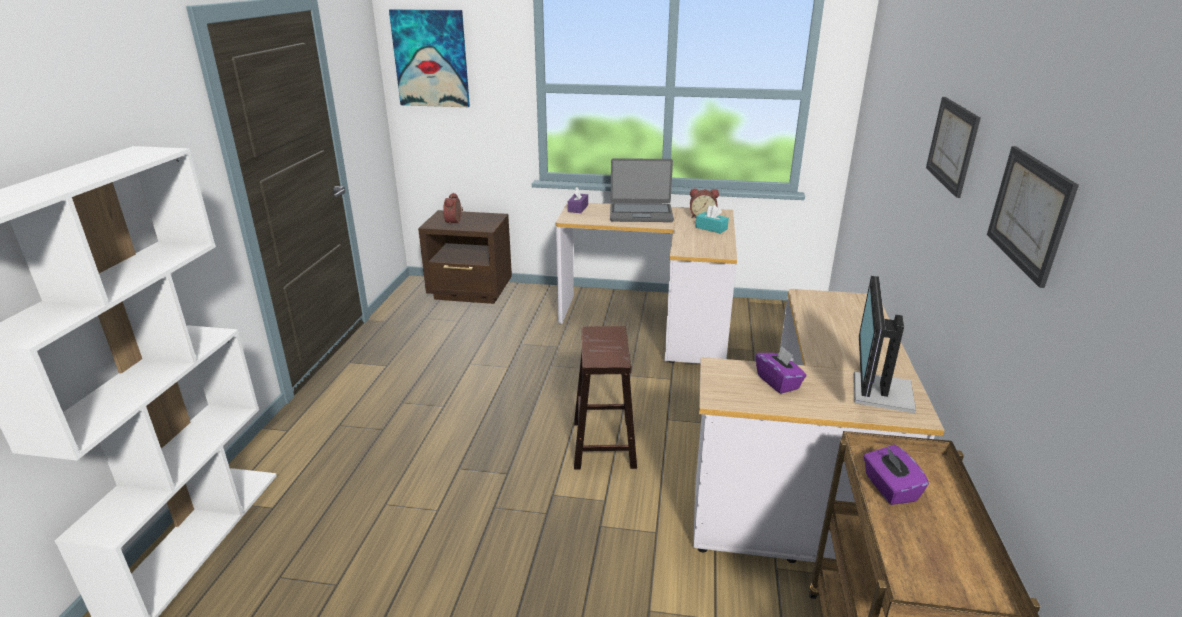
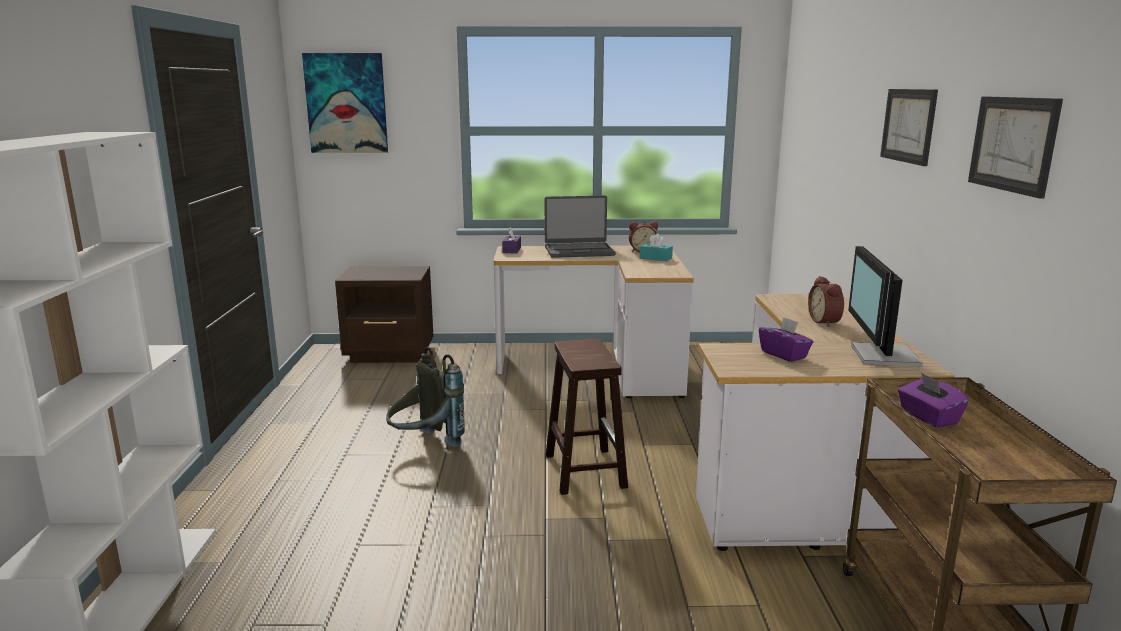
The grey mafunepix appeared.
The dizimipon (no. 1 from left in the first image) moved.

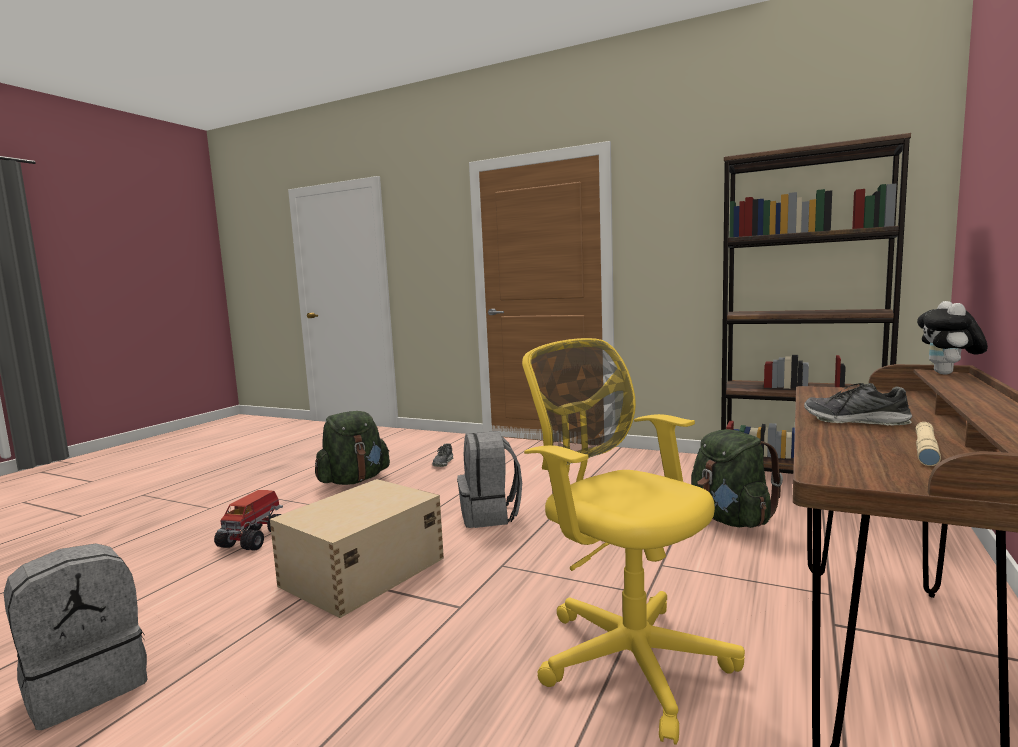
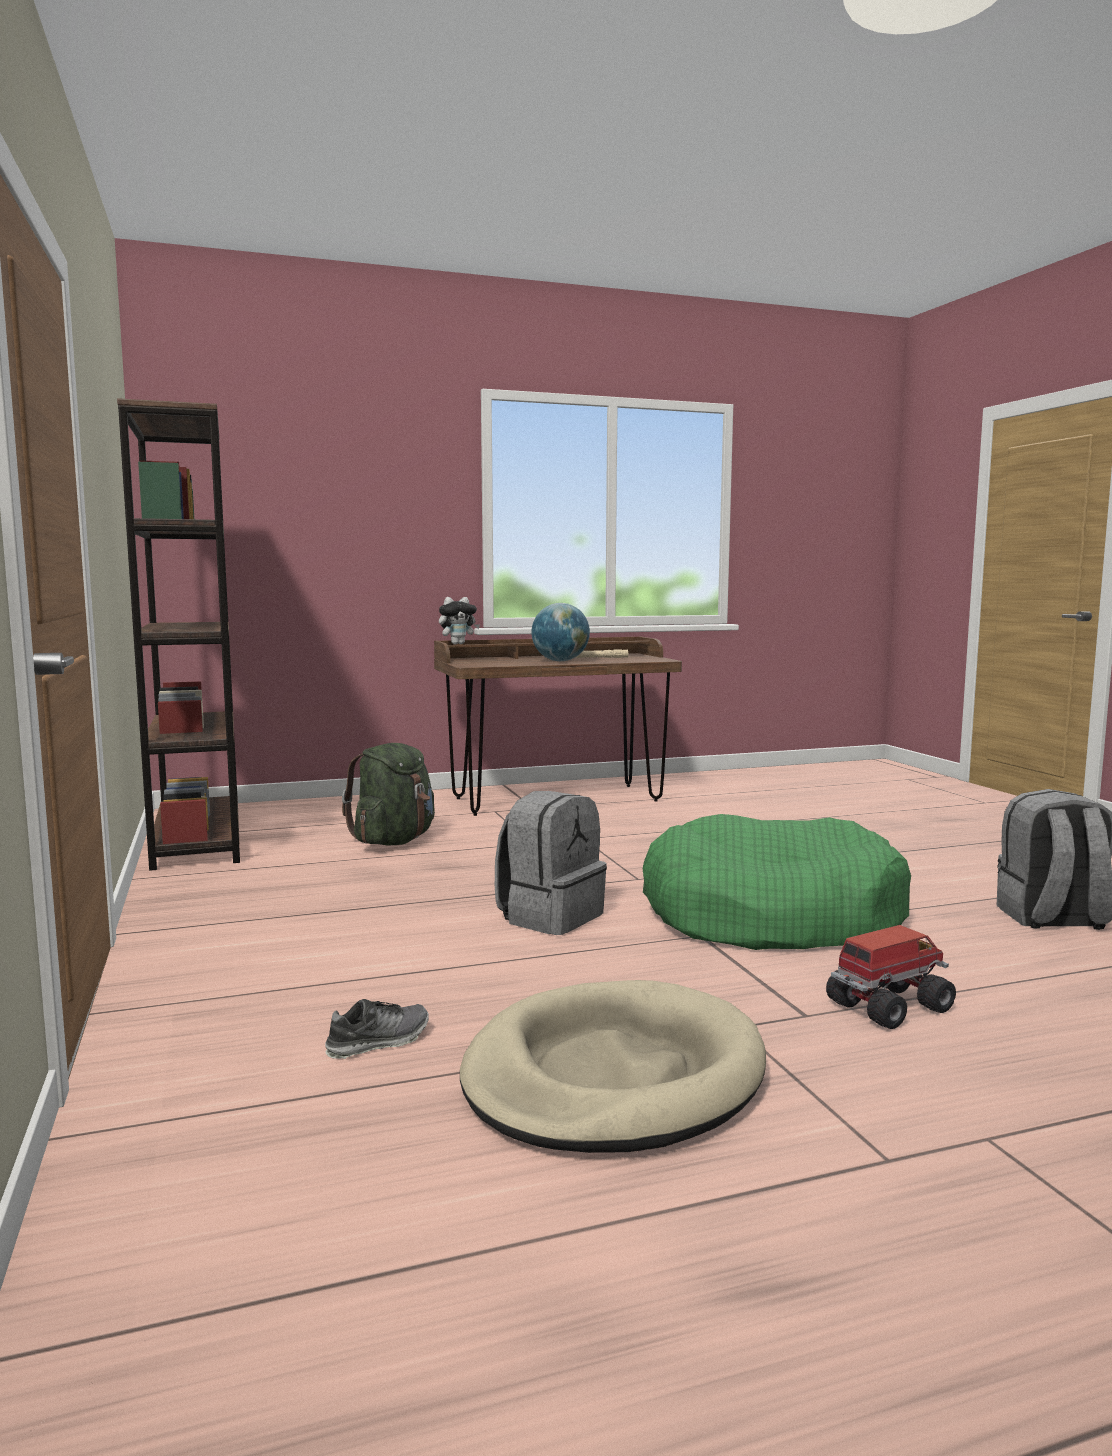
The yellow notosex disappeared.
The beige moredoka was replaced by the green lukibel.
The green mafunepix (no. 1 from left) was replaced by the beige lukibel.
The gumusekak (no. 2 from left) was replaced by the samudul.

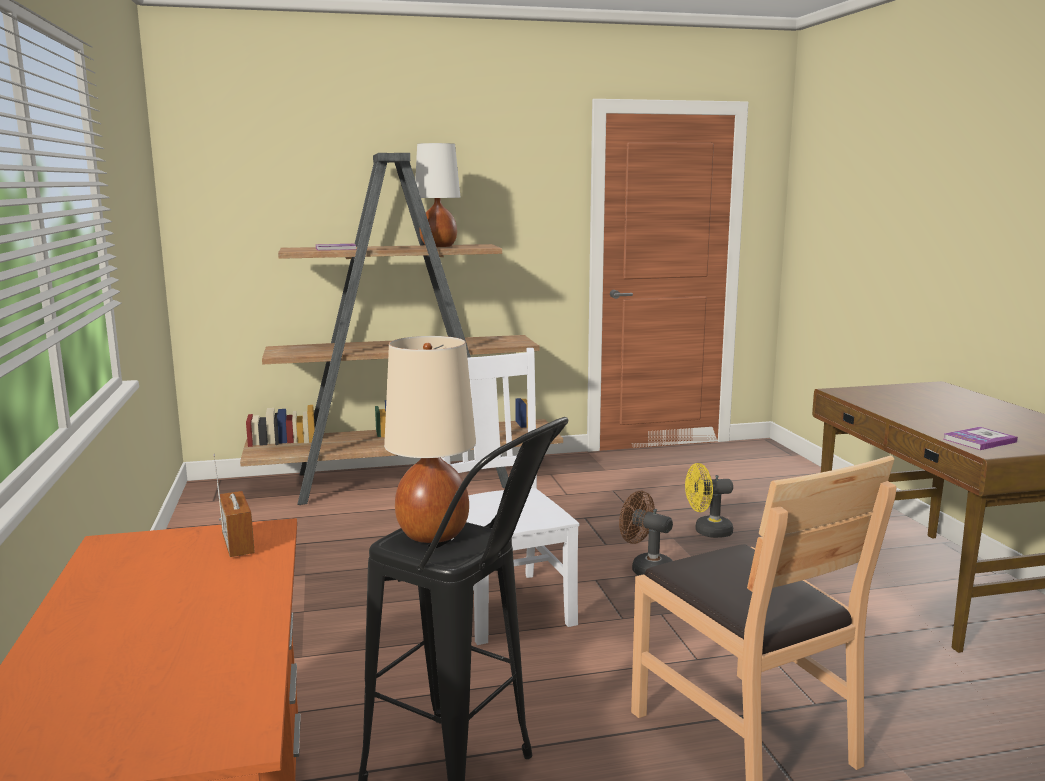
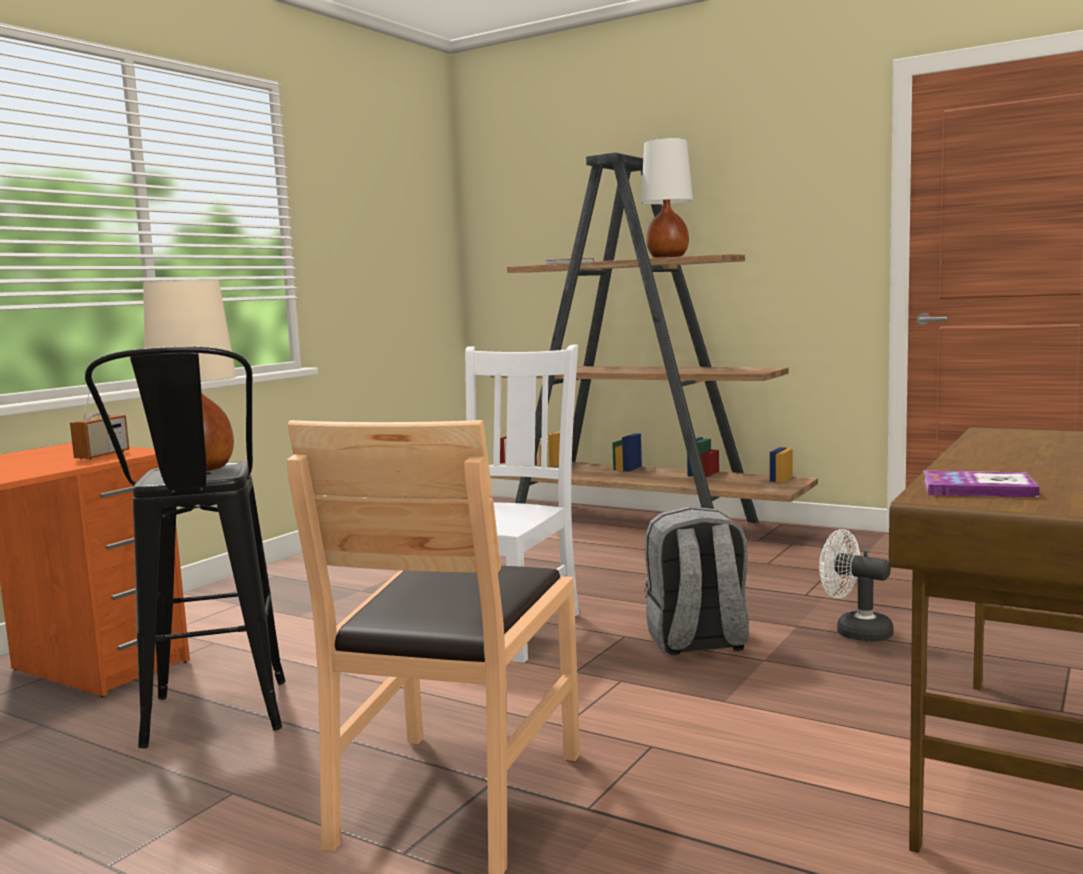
The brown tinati was replaced by the grey mafunepix.
The yellow tinati became the white tinati.

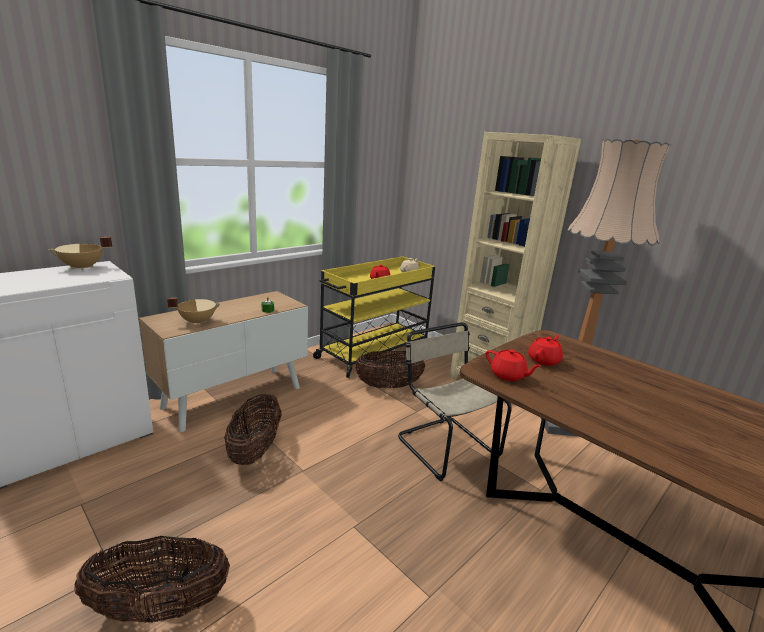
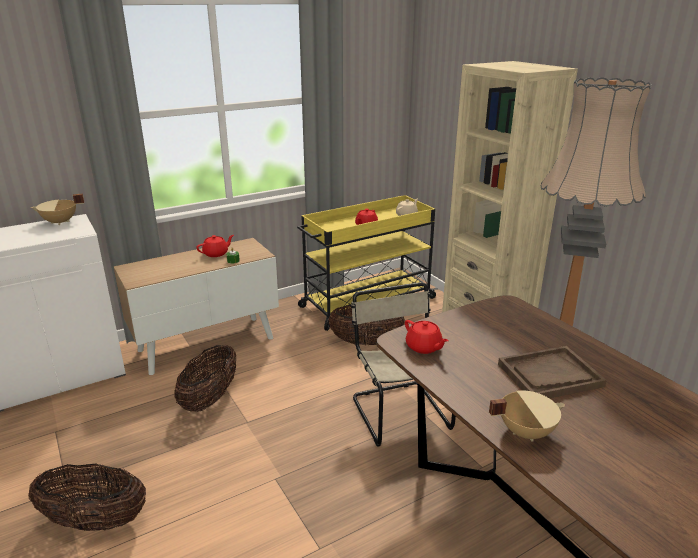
The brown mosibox appeared.
The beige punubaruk (no. 2 from left) moved.
The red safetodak (no. 3 from left in the first image) moved.

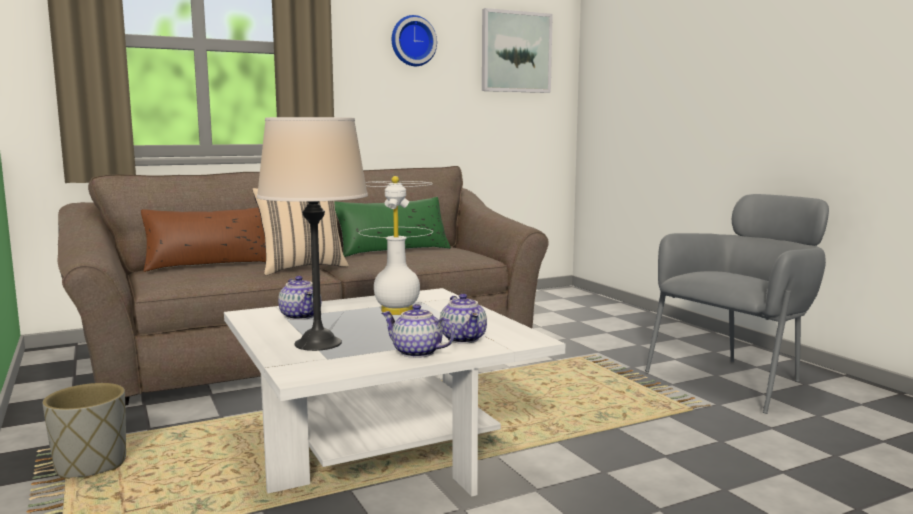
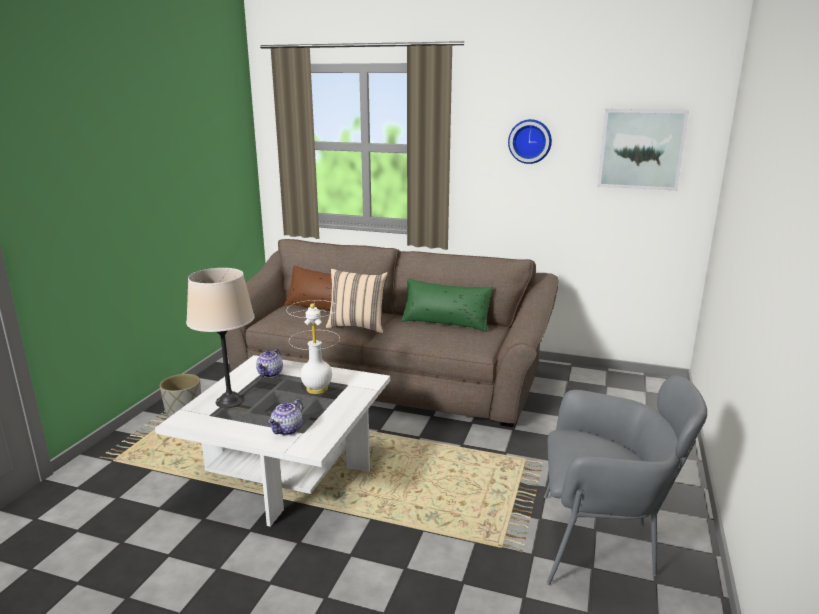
The safetodak (no. 2 from left) disappeared.

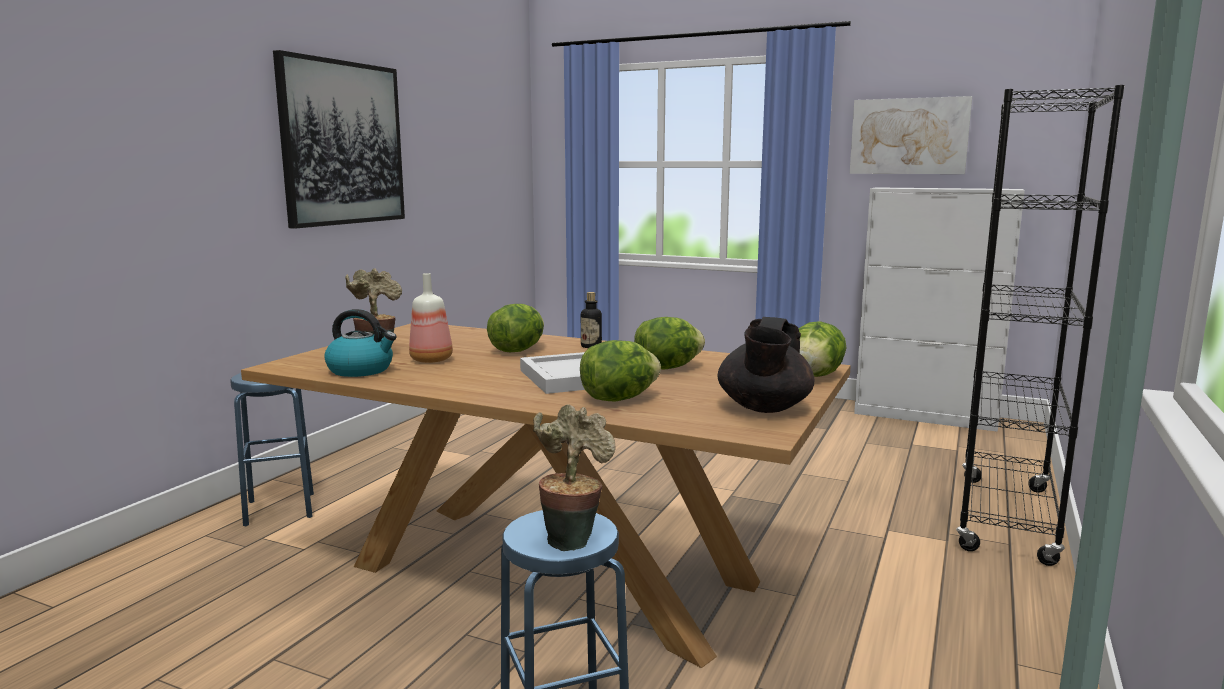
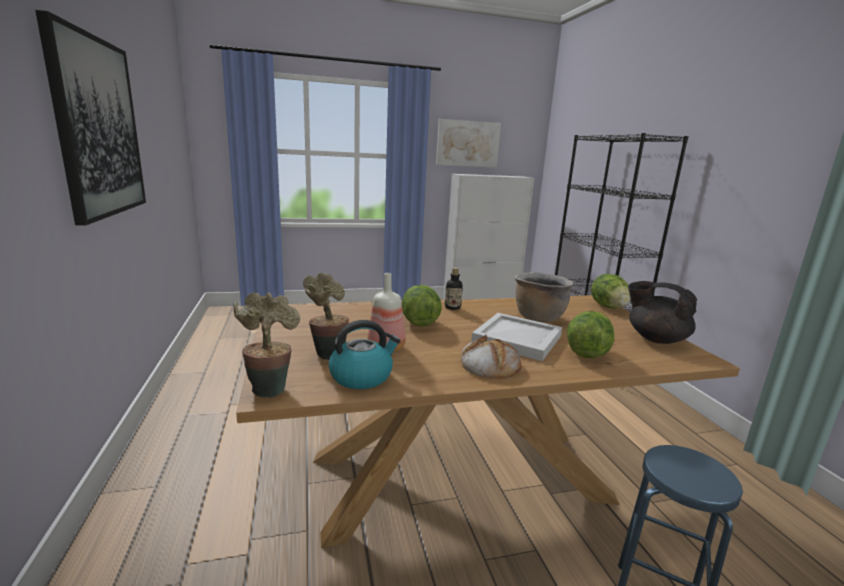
The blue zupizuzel (no. 1 from left) disappeared.
The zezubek appeared.
The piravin (no. 2 from left in the first image) moved.
The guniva (no. 3 from left) was replaced by the brown punubaruk.
The black safetodak turned 150 degrees clockwise.

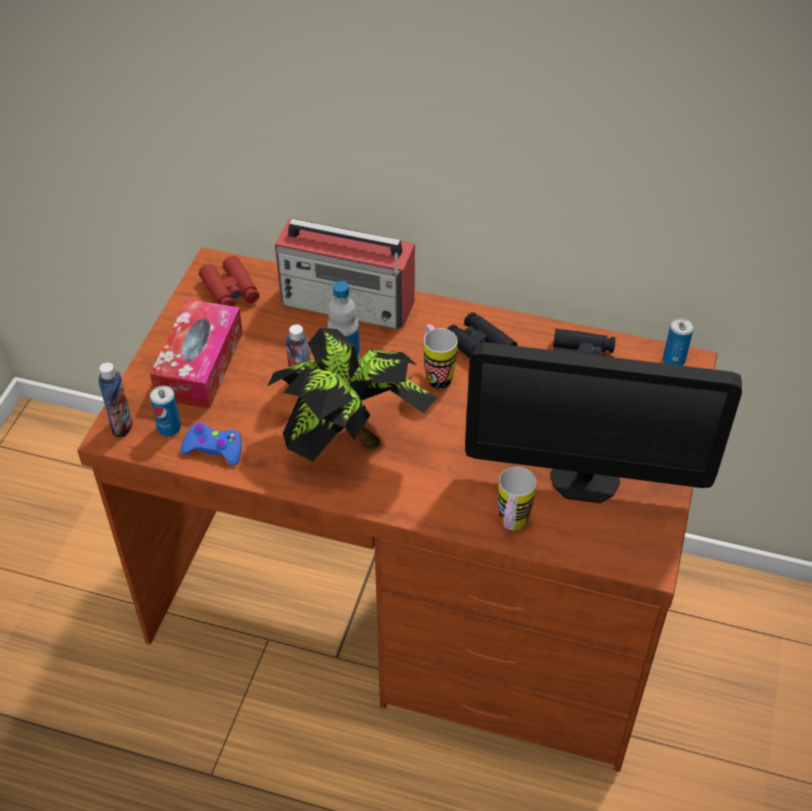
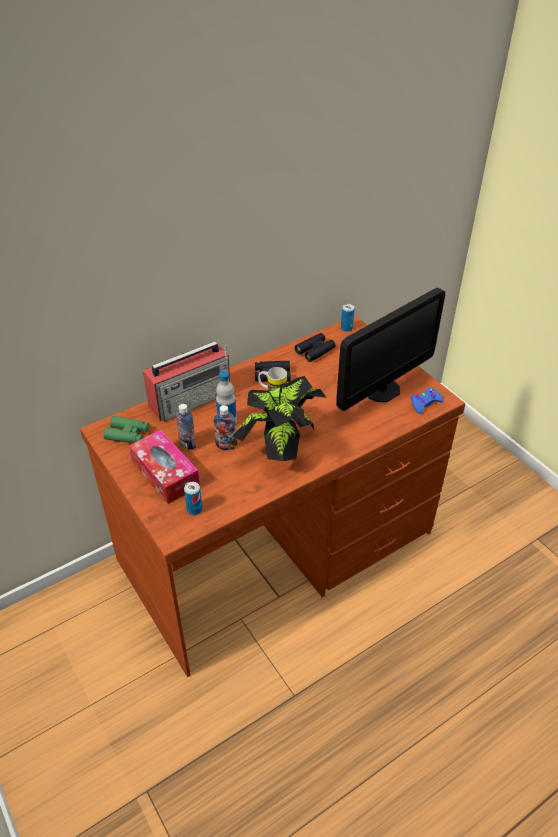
The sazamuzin (no. 2 from left) disappeared.
The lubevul (no. 1 from left) moved.
The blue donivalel moved.
The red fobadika became the green fobadika.

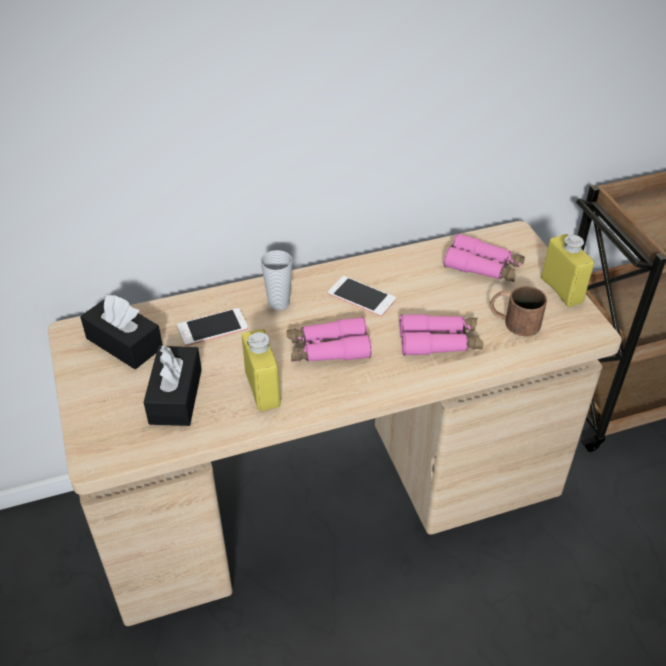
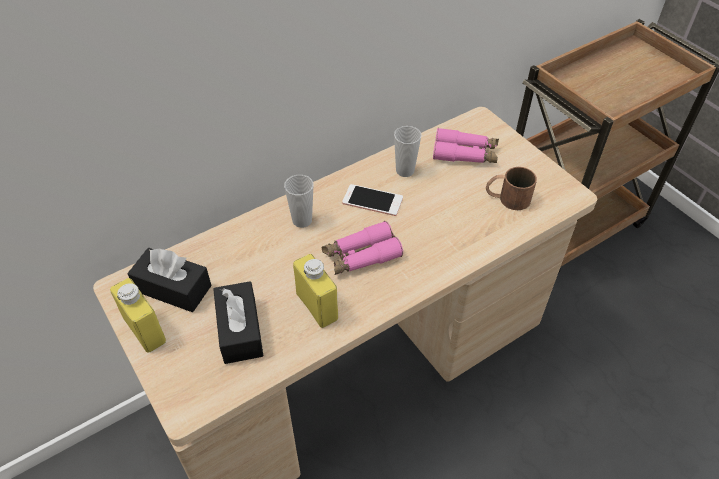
The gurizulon (no. 1 from left) disappeared.
The pink fobadika (no. 2 from left) disappeared.
The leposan (no. 2 from left) appeared.
The yellow lubevul (no. 2 from left in the first image) moved.

